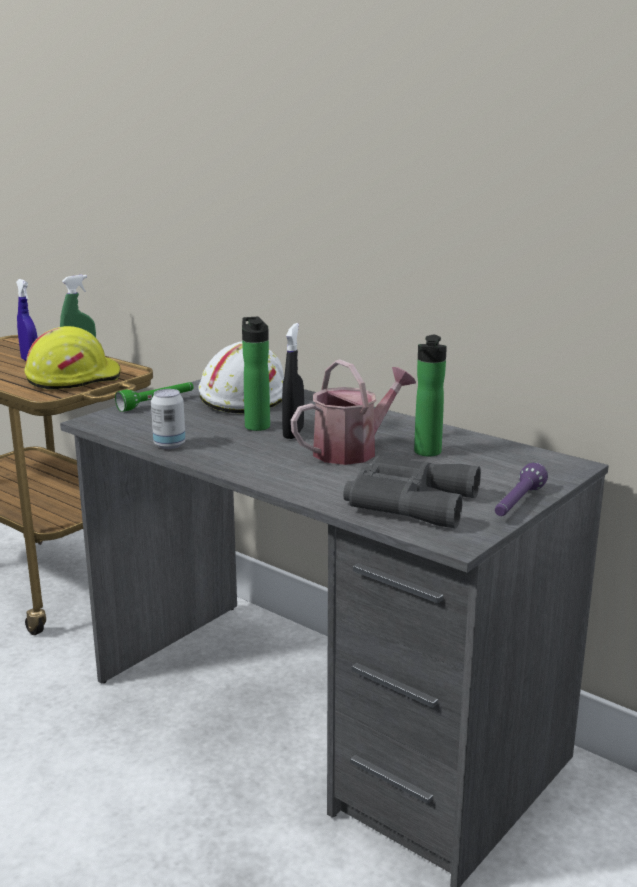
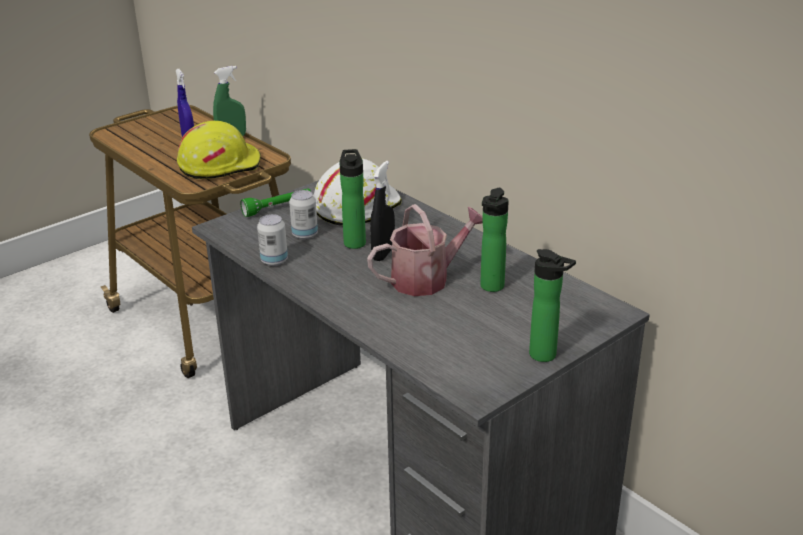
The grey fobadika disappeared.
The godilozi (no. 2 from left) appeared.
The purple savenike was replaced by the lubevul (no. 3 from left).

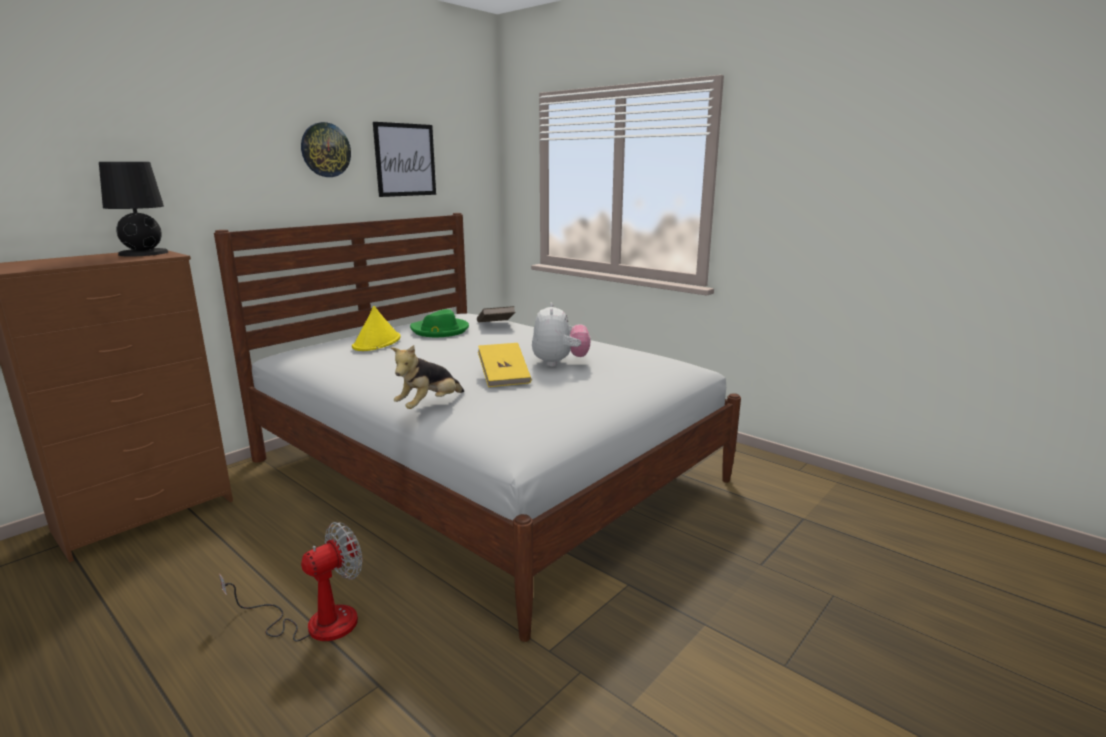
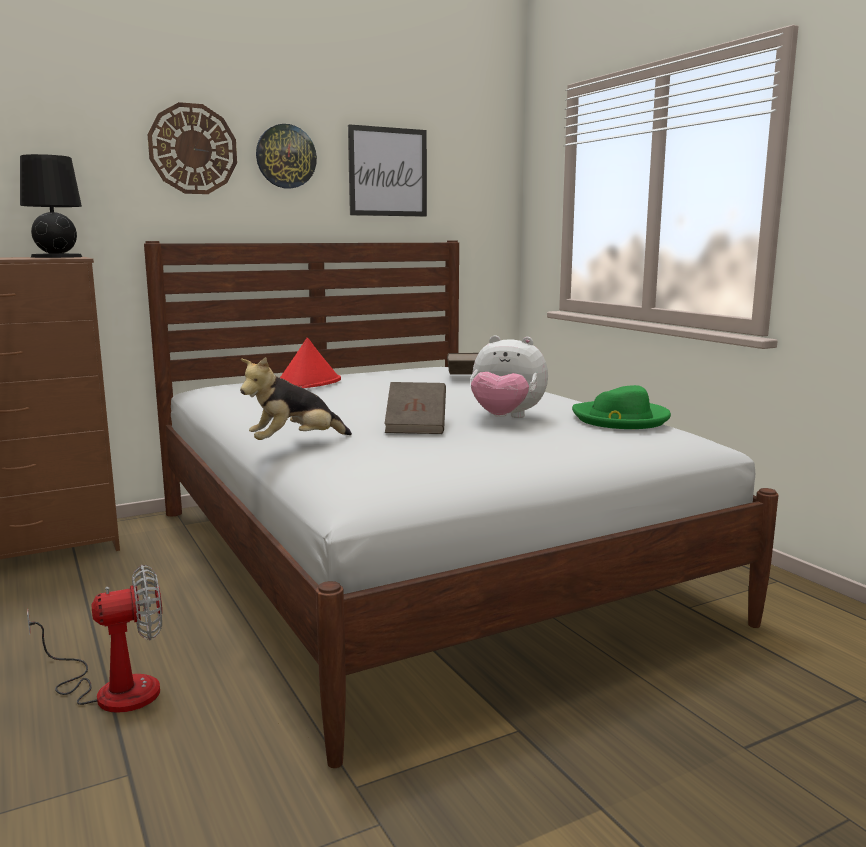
The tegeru (no. 1 from left) appeared.
The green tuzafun moved.
The yellow tuzafun became the red tuzafun.
The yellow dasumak became the brown dasumak (no. 1 from left).
The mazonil (no. 2 from left) turned 90 degrees clockwise.

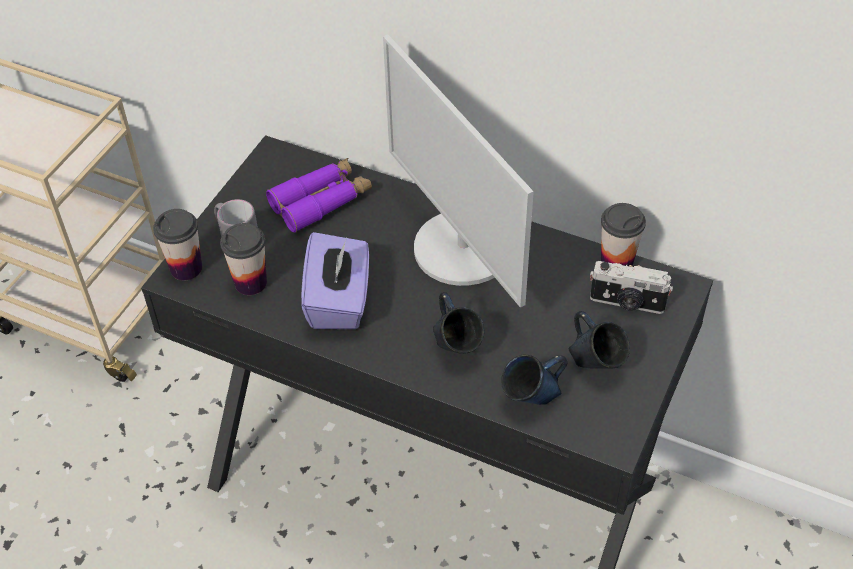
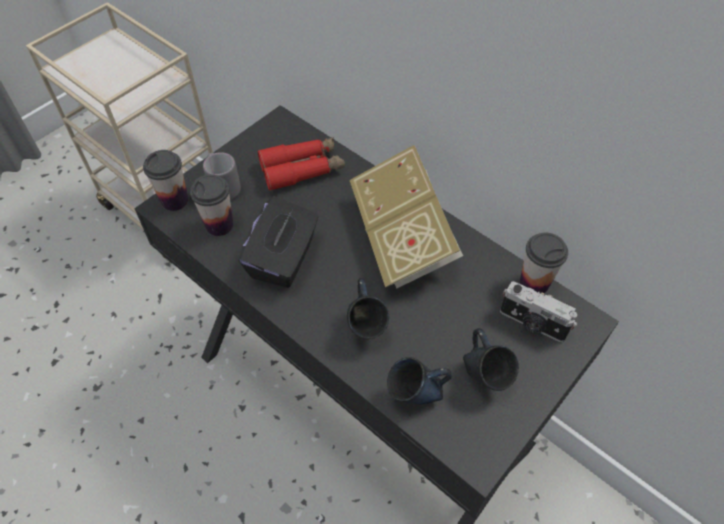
The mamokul was replaced by the dasumak.
The purple fobadika became the red fobadika.
The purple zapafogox became the black zapafogox.

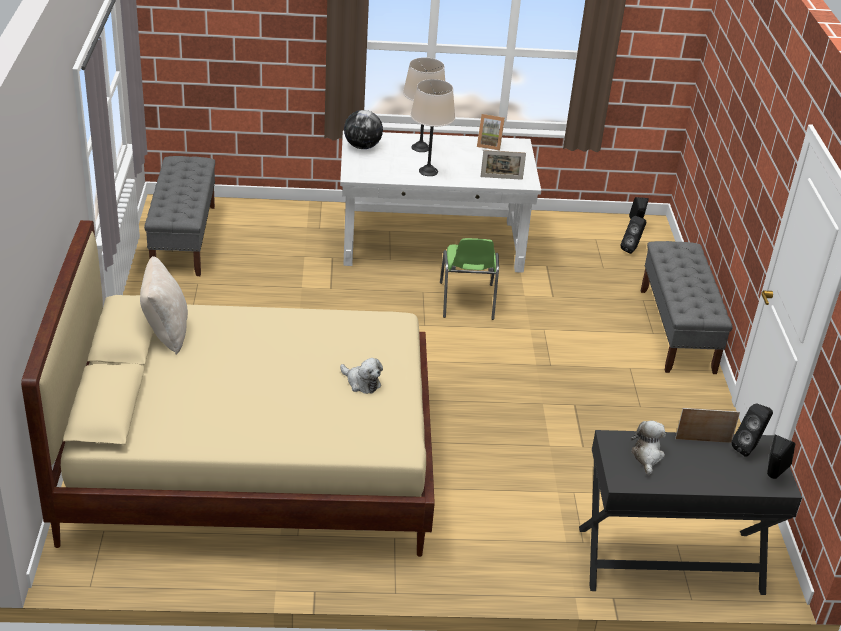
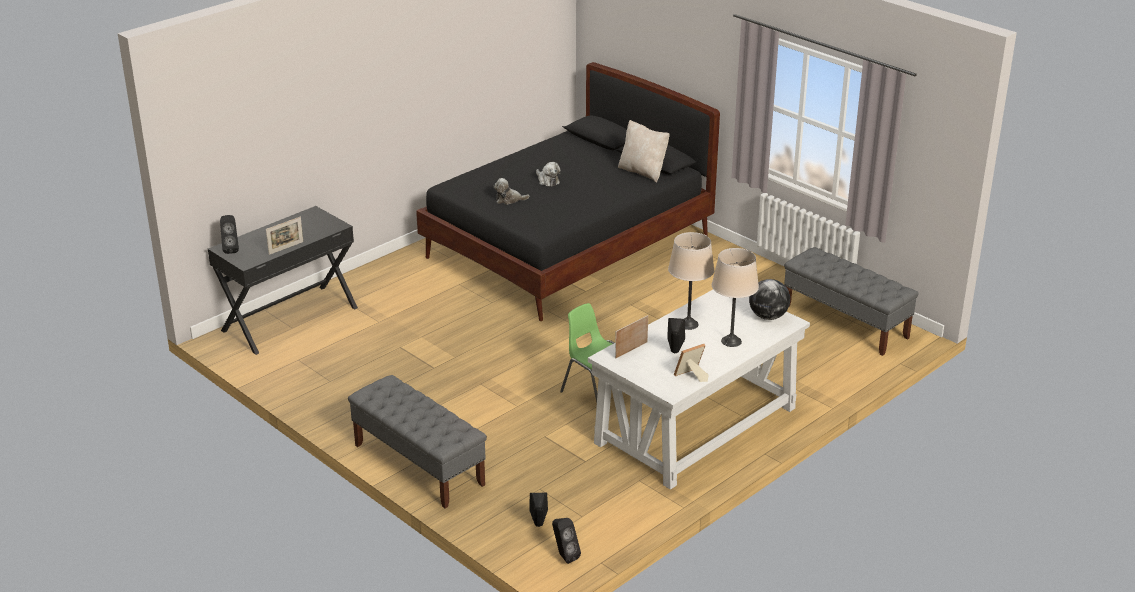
The mazonil (no. 2 from left) moved.
The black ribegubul (no. 3 from left in the first image) moved.
The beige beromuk became the black beromuk.

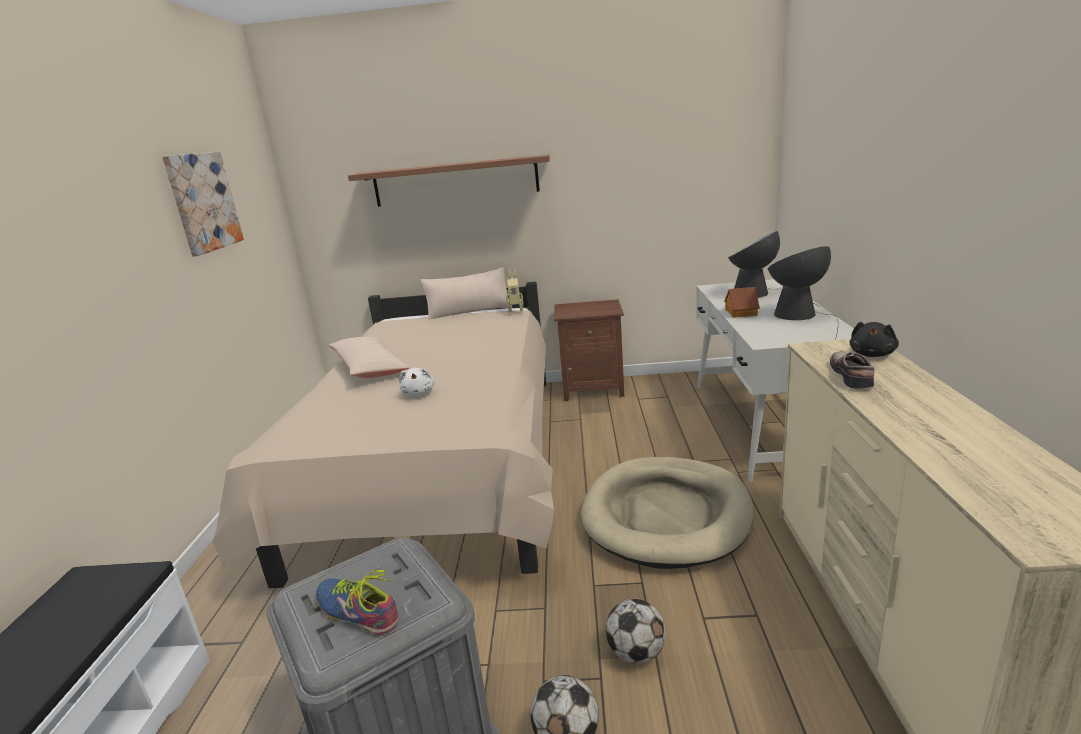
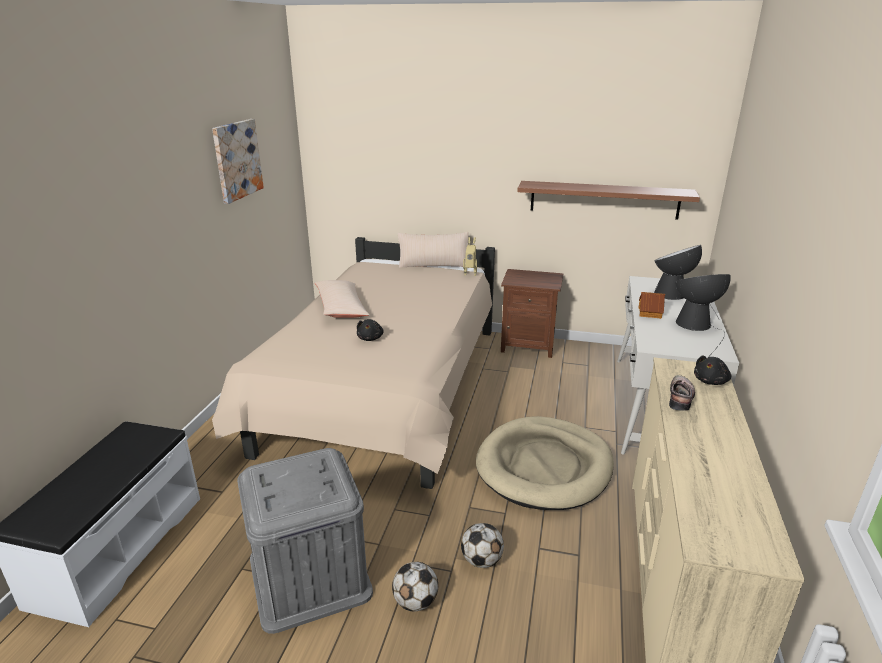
The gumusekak (no. 1 from left) disappeared.
The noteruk moved.
The white mazonil became the black mazonil (no. 1 from left).

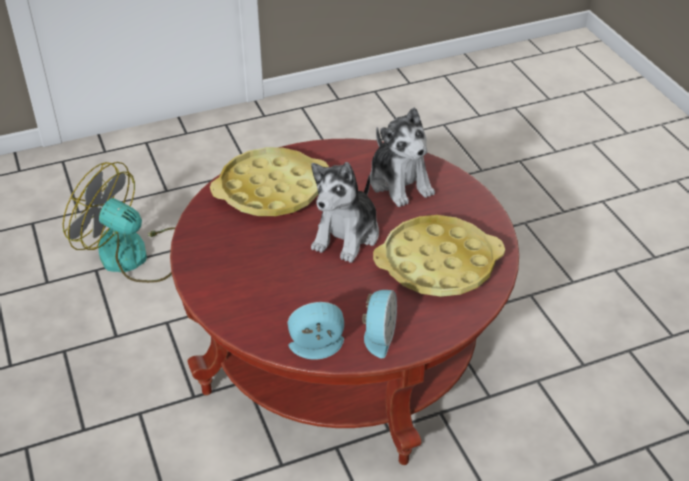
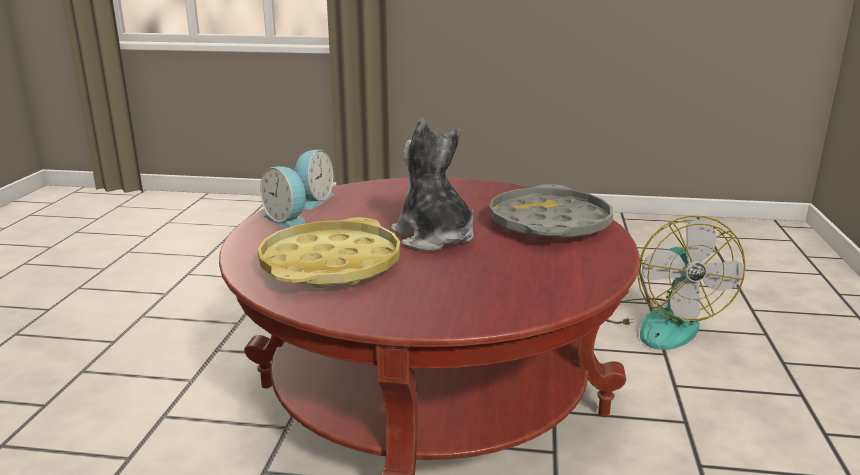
The mazonil (no. 2 from left) disappeared.
The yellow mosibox (no. 1 from left) became the grey mosibox.
The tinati turned 120 degrees clockwise.

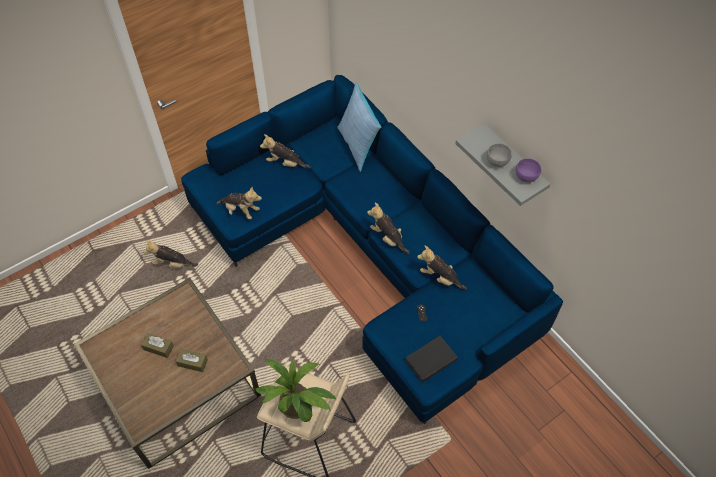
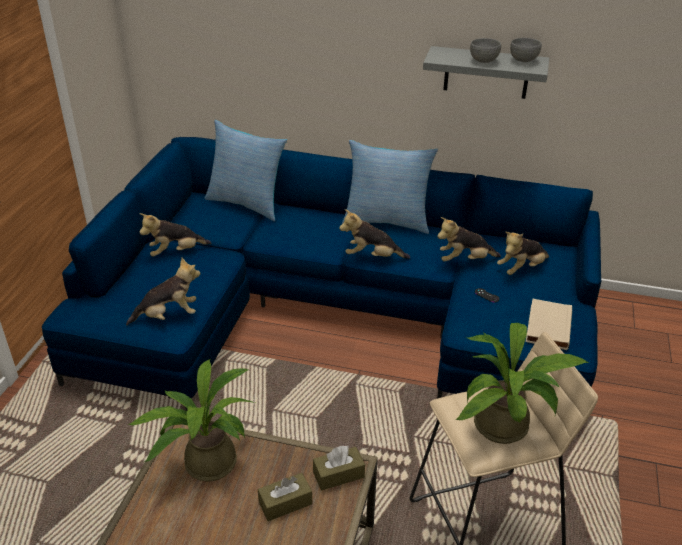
The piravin (no. 1 from left) appeared.
The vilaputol (no. 2 from left) appeared.
The brown zapafogox (no. 1 from left in the first image) moved.
The mazonil (no. 1 from left in the first image) moved.
The black dasumak became the beige dasumak.
The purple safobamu became the grey safobamu (no. 2 from left).

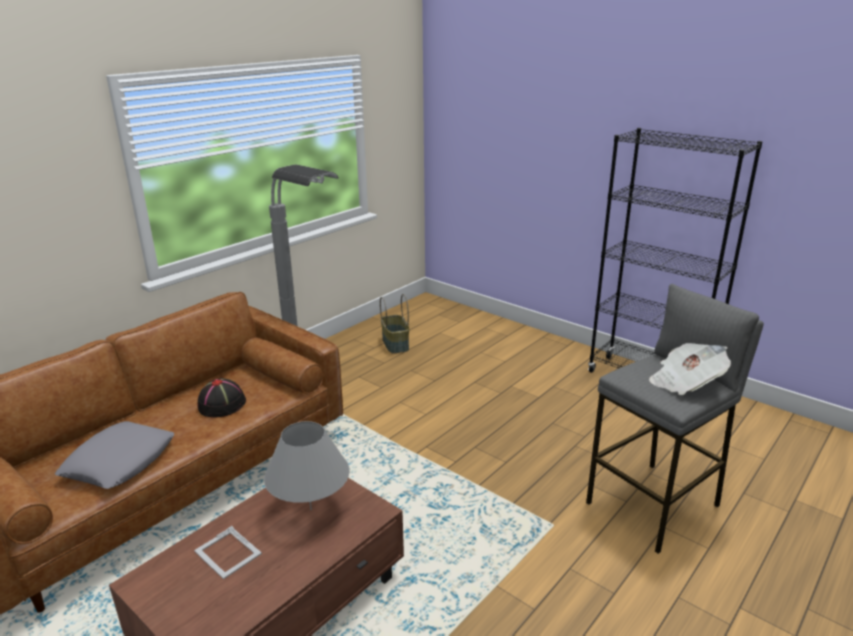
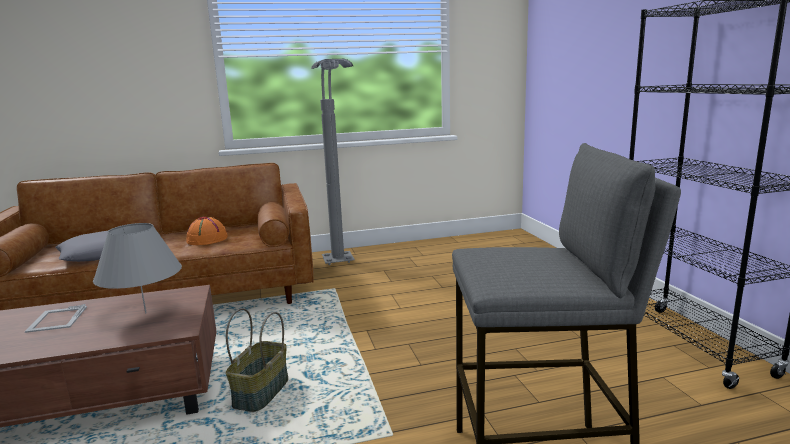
The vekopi disappeared.
The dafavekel moved.
The black tuzafun became the orange tuzafun.

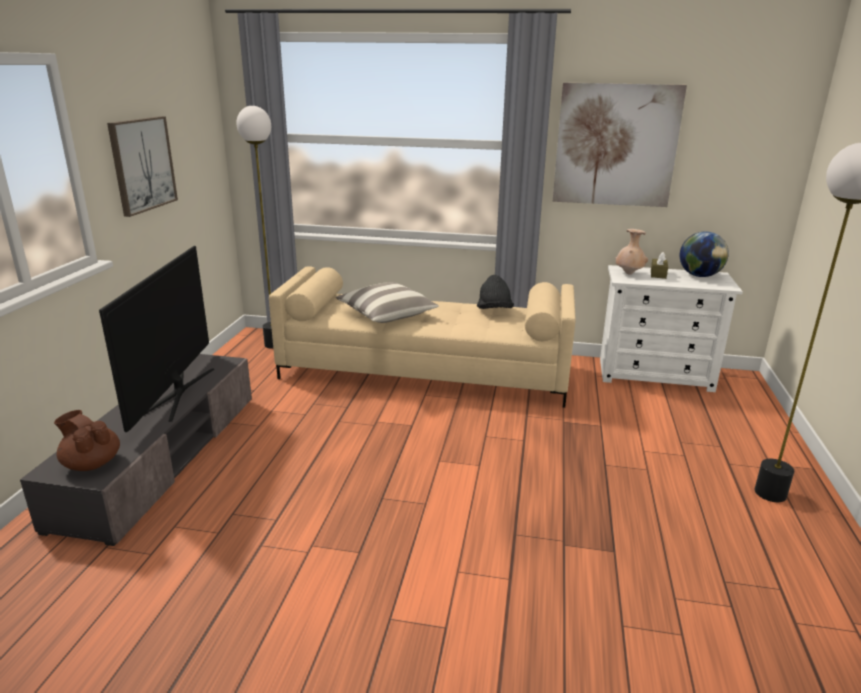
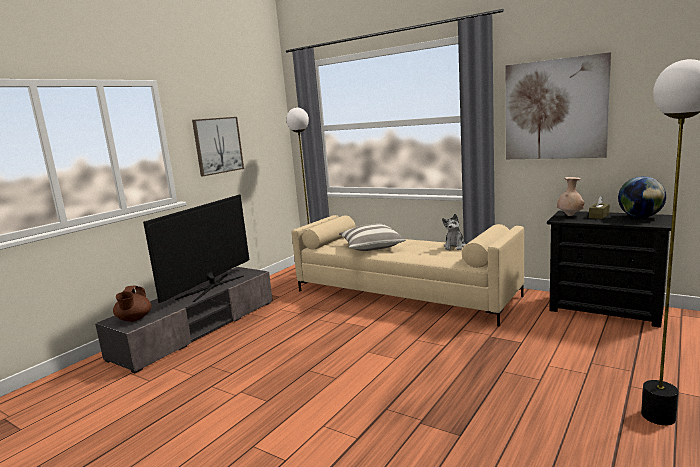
The black tuzafun was replaced by the mazonil.
The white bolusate became the black bolusate.
The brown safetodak turned 150 degrees counterclockwise.

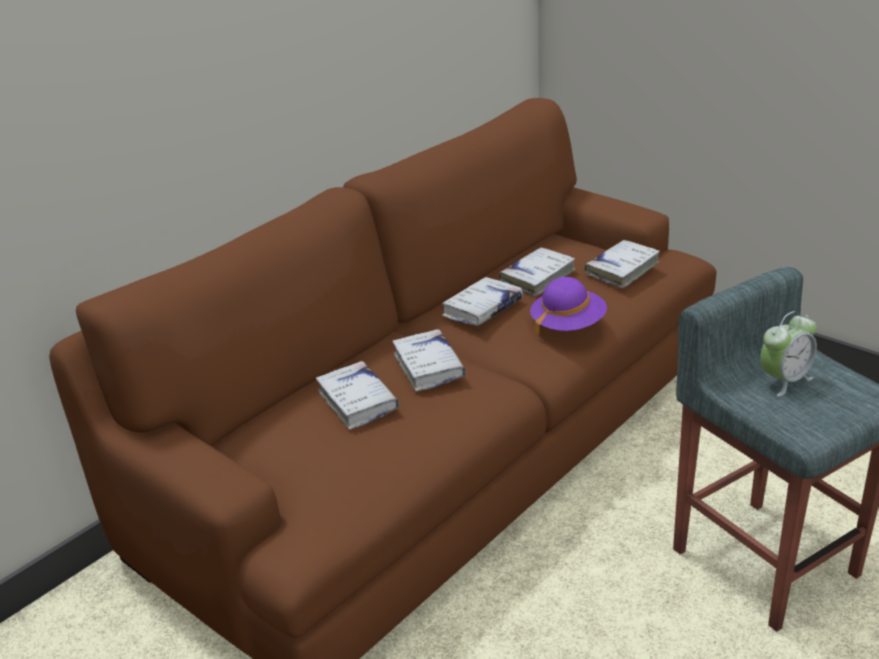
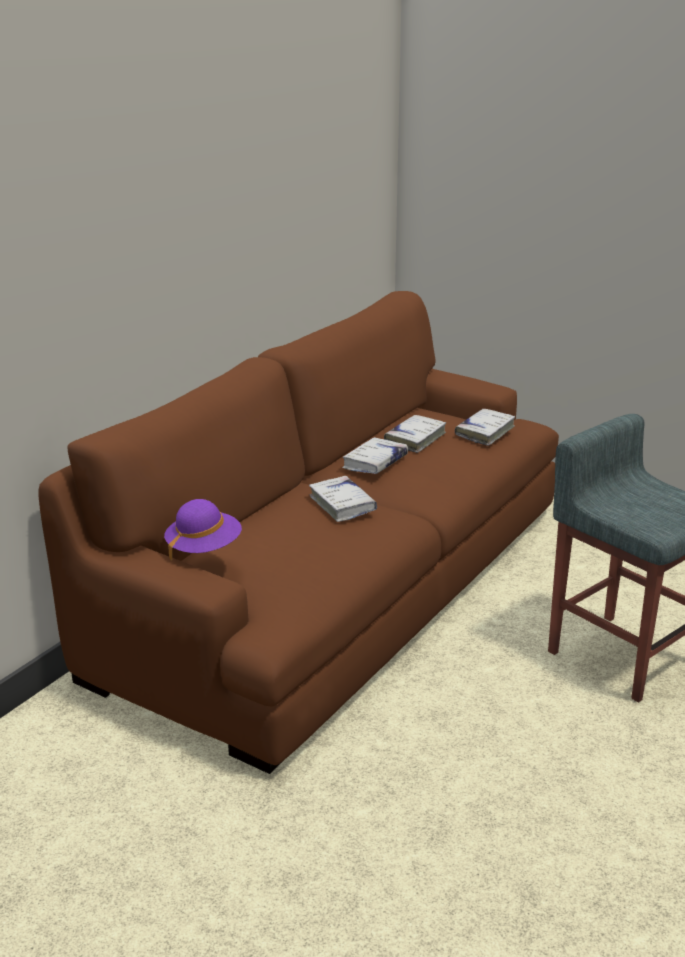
The white dasumak (no. 1 from left) disappeared.
The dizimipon disappeared.
The purple tuzafun moved.

